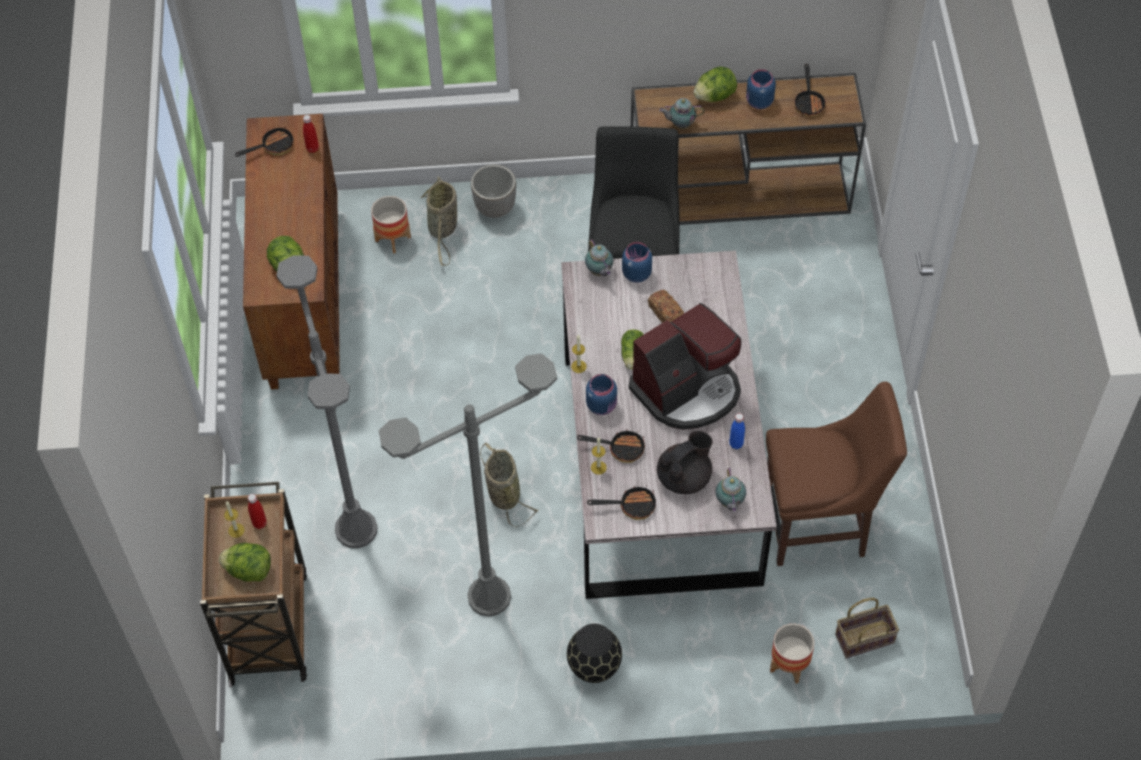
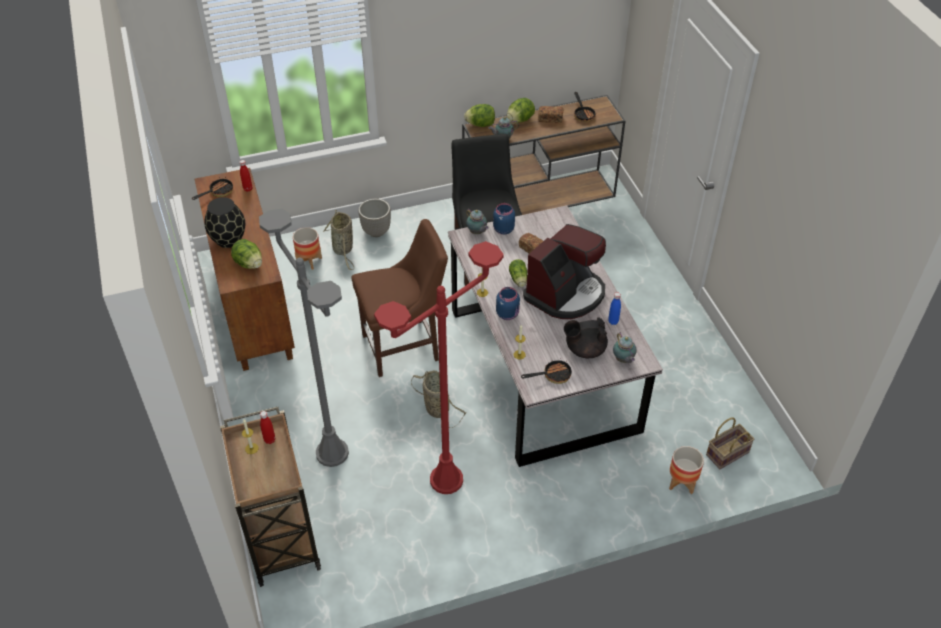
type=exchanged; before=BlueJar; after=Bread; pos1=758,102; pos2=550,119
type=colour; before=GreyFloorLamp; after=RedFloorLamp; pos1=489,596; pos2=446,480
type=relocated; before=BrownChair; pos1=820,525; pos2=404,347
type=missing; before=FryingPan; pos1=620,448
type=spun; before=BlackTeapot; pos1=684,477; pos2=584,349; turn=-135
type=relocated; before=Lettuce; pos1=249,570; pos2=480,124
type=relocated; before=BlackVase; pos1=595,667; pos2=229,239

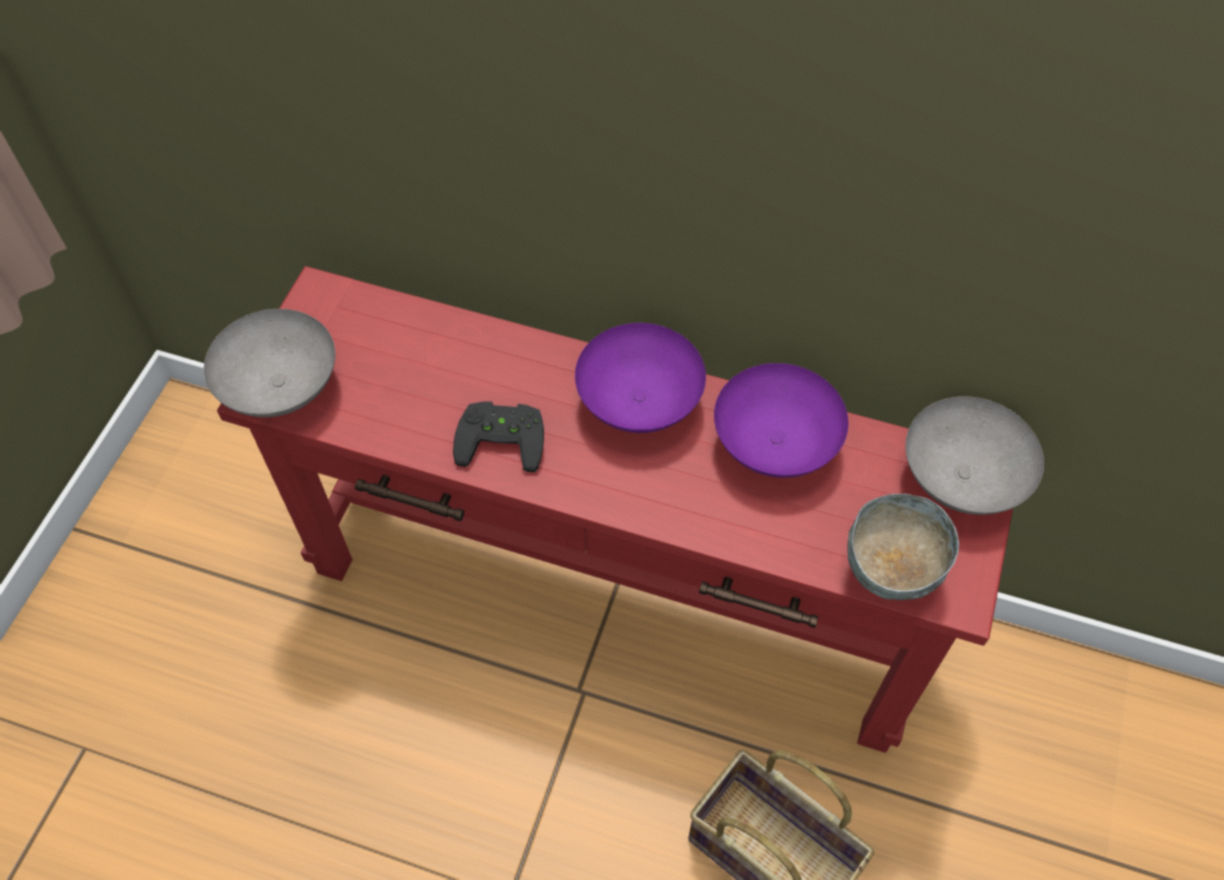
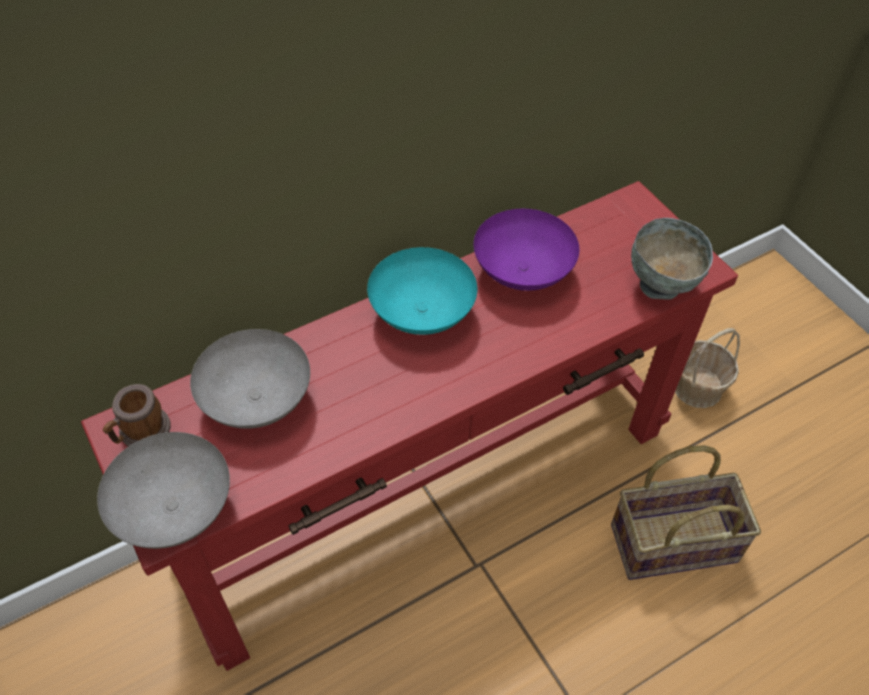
type=colour; before=PurpleBowl; after=TurquoiseBowl; pos1=637,403; pos2=421,315
type=relocated; before=GreyBowl; pos1=960,480; pos2=256,402
type=missing; before=BlackGameController; pos1=503,436
type=appeared; after=Basket; pos2=697,387
type=appeared; after=Mug; pos2=140,433

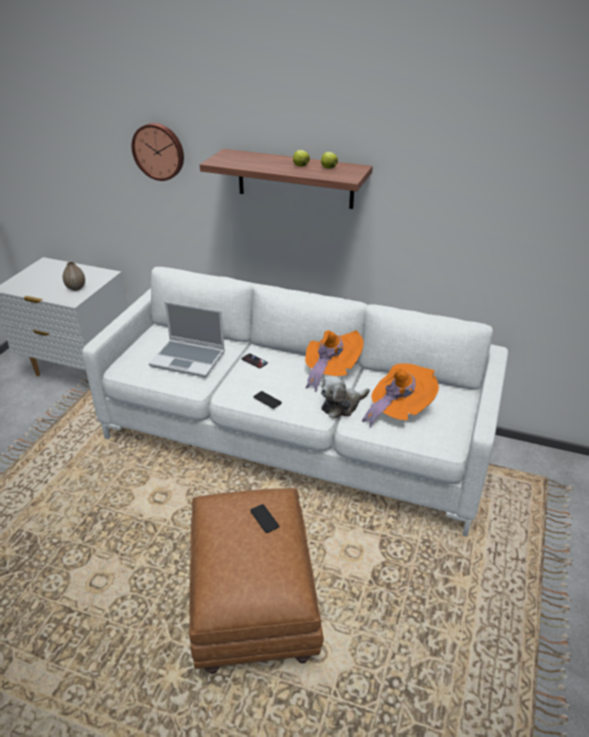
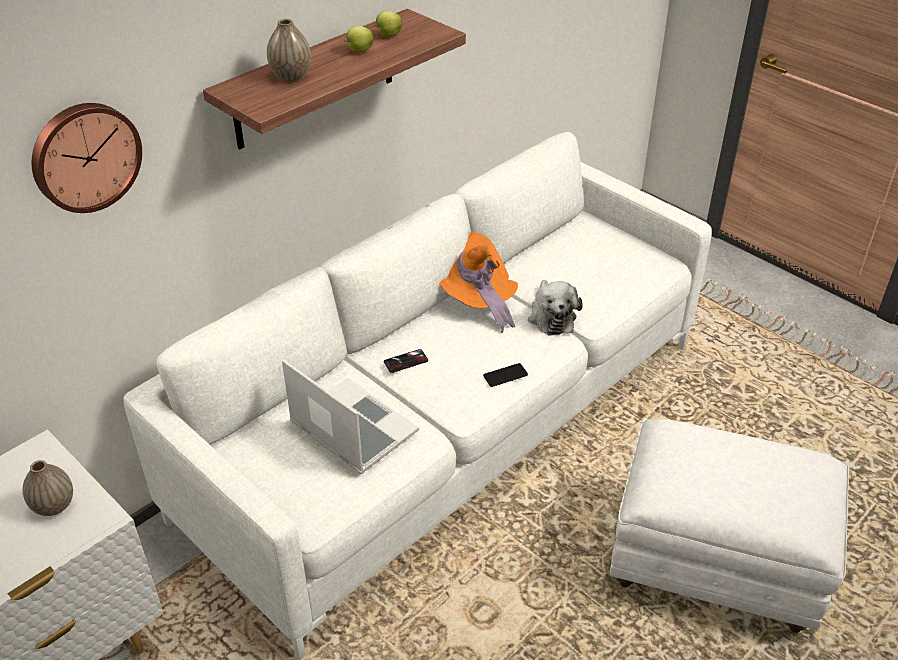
type=spun; before=Laptop; pos1=189,359; pos2=351,428; turn=-90
type=missing; before=OrangeHat; pos1=398,410
type=colour; before=BrownOttoman; after=WhiteOttoman; pos1=254,607; pos2=717,561
type=missing; before=Phone; pos1=264,519
type=appeared; after=Vase; pos2=291,76

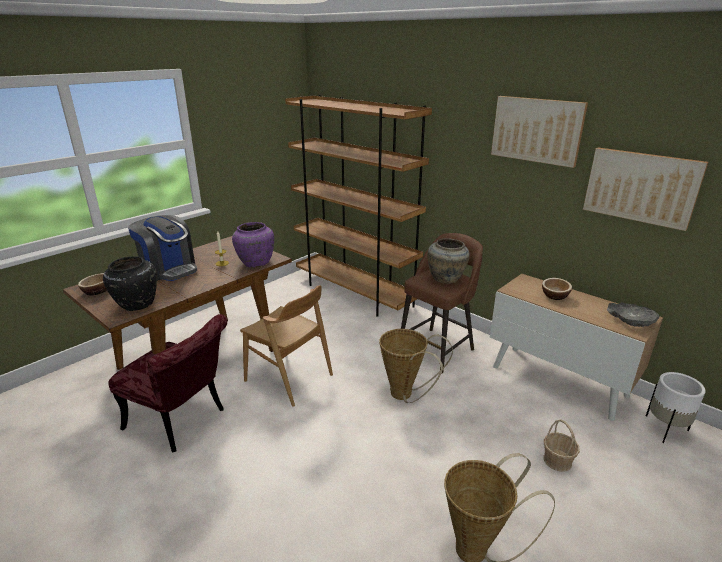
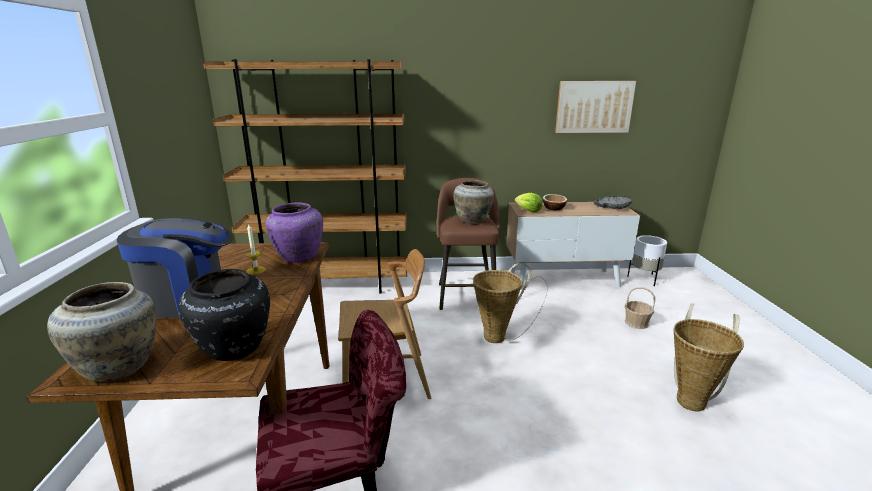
type=missing; before=Picture; pos1=536,130
type=exchanged; before=Bowl; after=BeigeVase; pos1=97,291; pos2=120,366
type=appeared; after=Lettuce; pos2=528,210

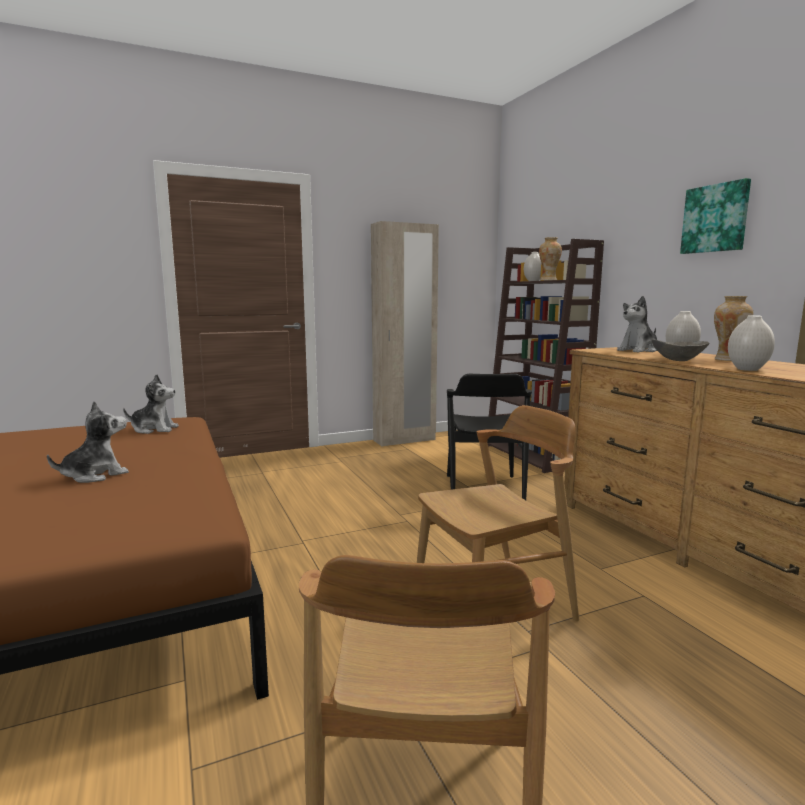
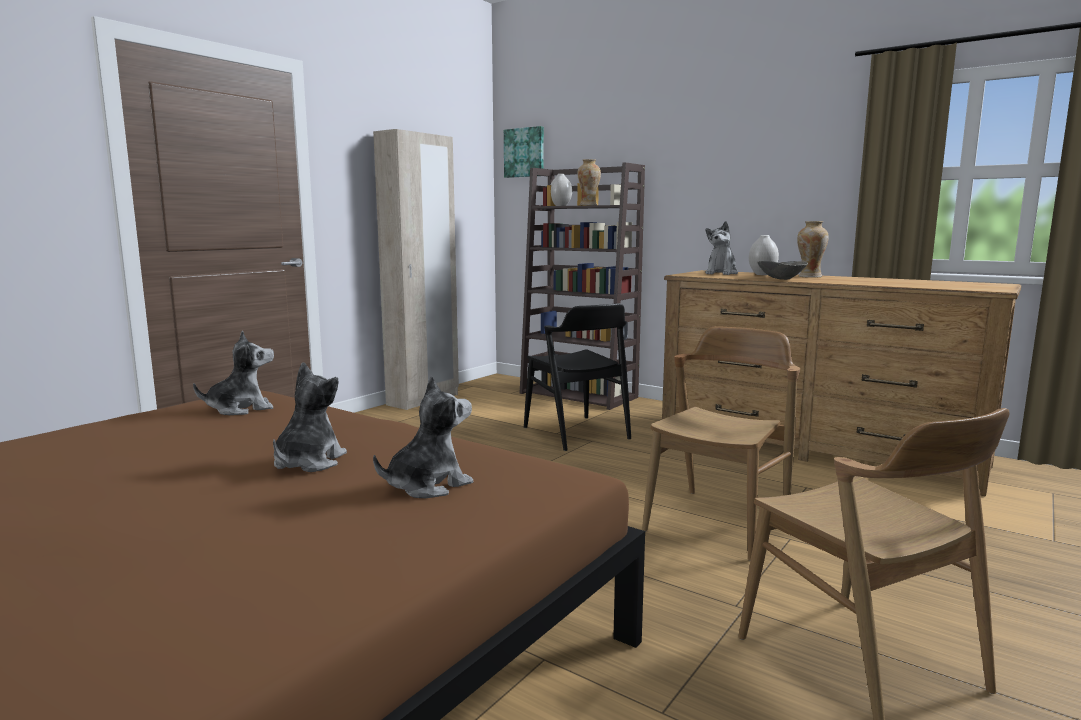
type=relocated; before=Picture; pos1=715,218; pos2=525,152
type=missing; before=WhiteVase; pos1=747,369
type=appeared; after=PlushToy; pos2=427,485

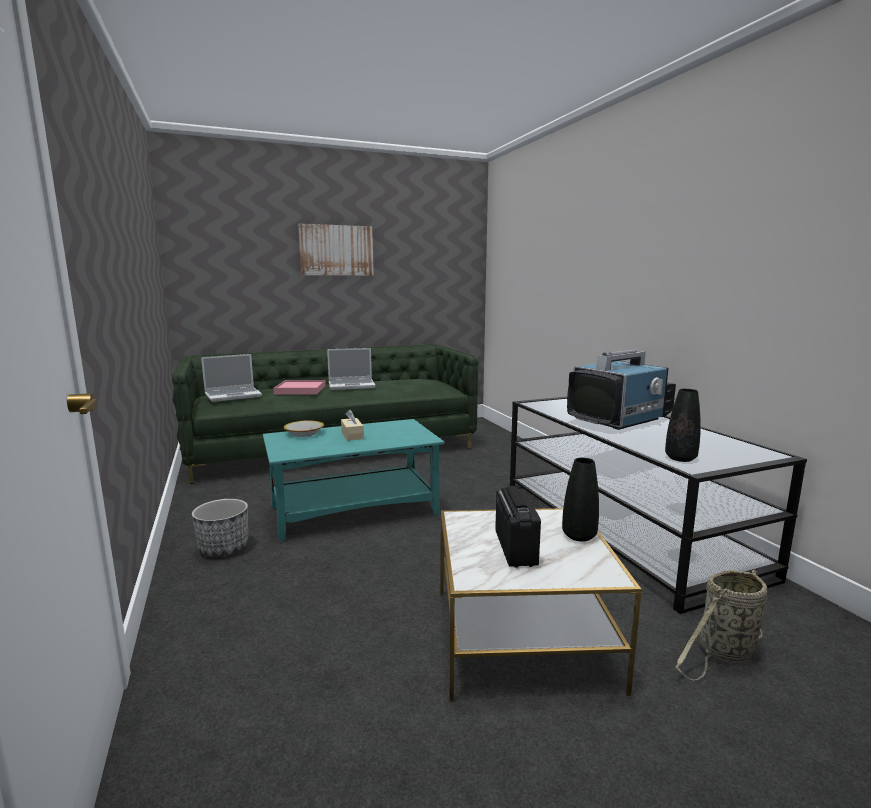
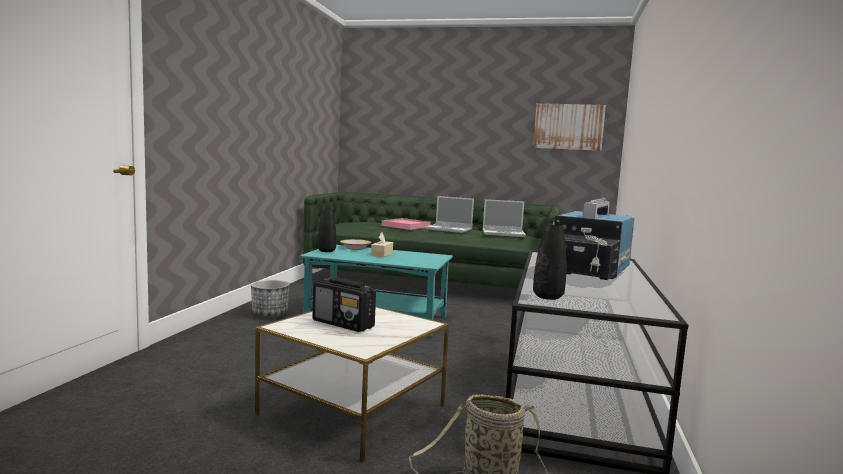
type=relocated; before=Picture; pos1=336,250; pos2=568,127
type=spun; before=Television; pos1=620,420; pos2=588,273; turn=120
type=relocated; before=Laptop; pos1=234,395; pos2=503,233
type=relocated; before=BlackVase; pos1=579,536; pos2=326,251
type=spun; before=Radio; pos1=515,547; pos2=343,324; turn=90

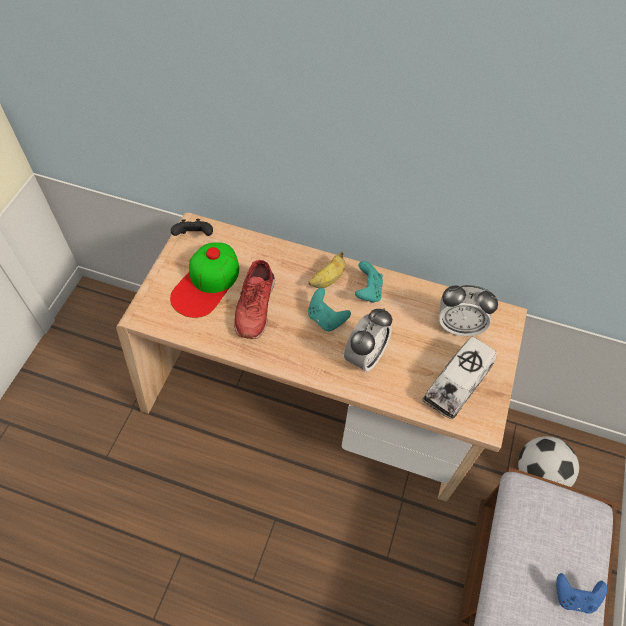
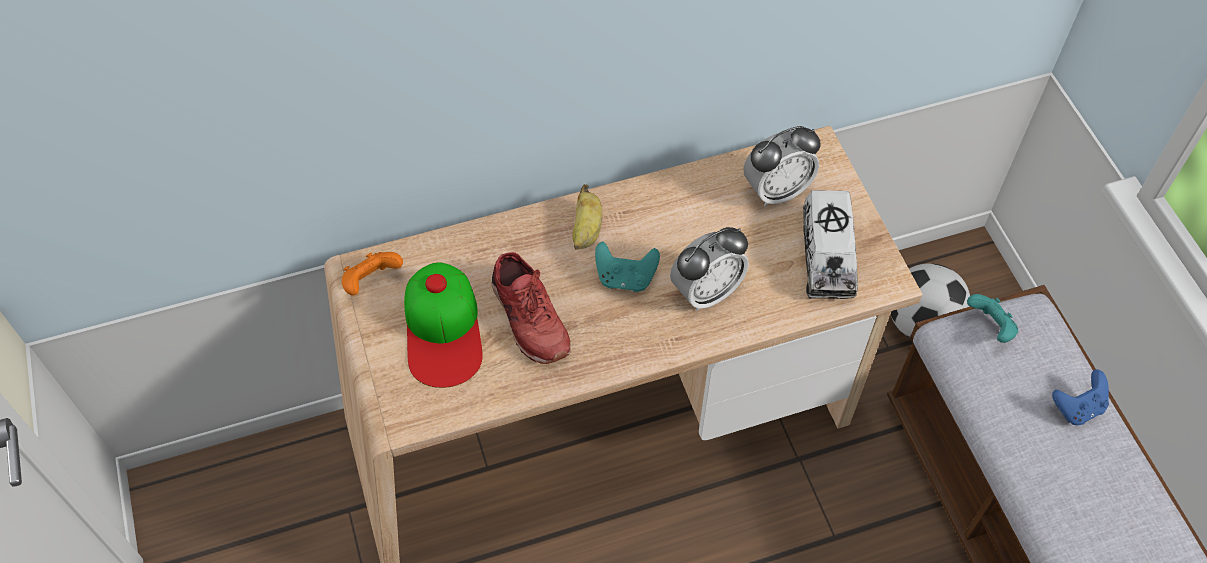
type=colour; before=BlackGameController; after=OrangeGameController; pos1=194,236; pos2=372,282
type=relocated; before=TurquoiseGameController; pos1=368,291; pos2=990,327
type=spun; before=AlarmClock; pos1=365,356; pos2=706,292; turn=60

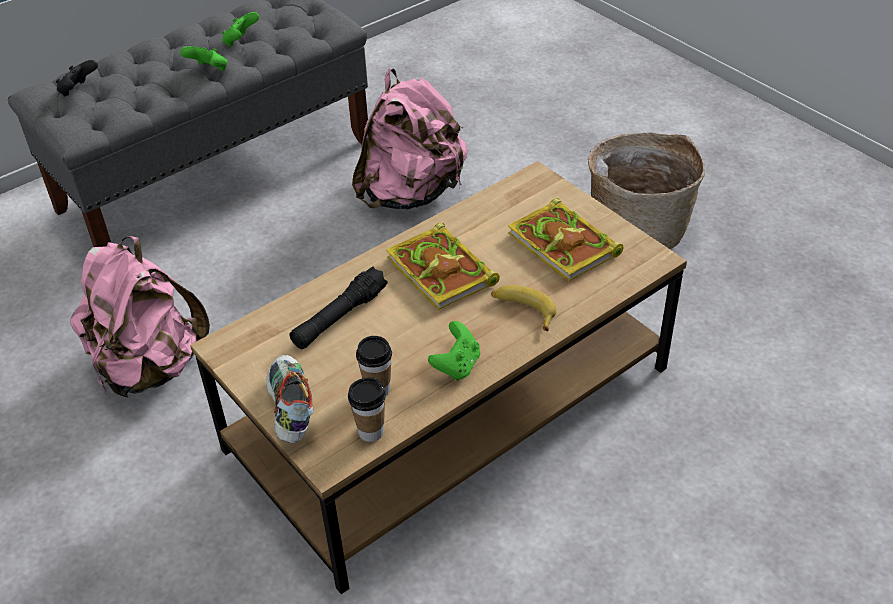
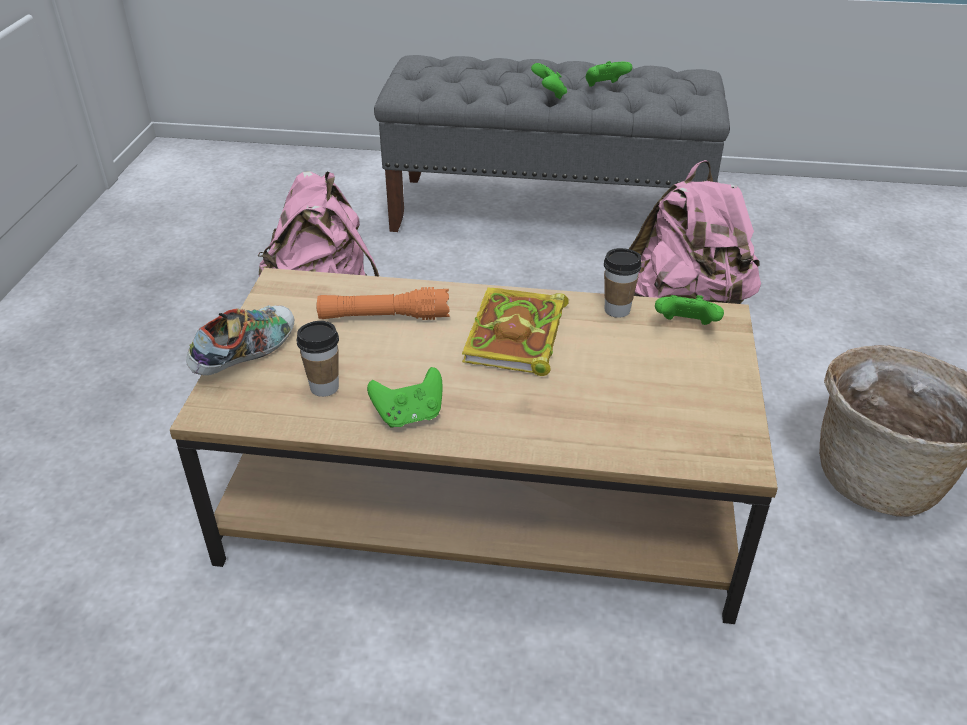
type=missing; before=BlackGameController; pos1=79,91
type=missing; before=Book; pos1=565,245
type=colour; before=BlackFlashlight; after=OrangeFlashlight; pos1=339,317; pos2=384,317
type=missing; before=Banana; pos1=523,310
type=relocated; before=Cup; pos1=371,432; pos2=617,310
type=appeared; after=GreenGameController; pos2=685,326

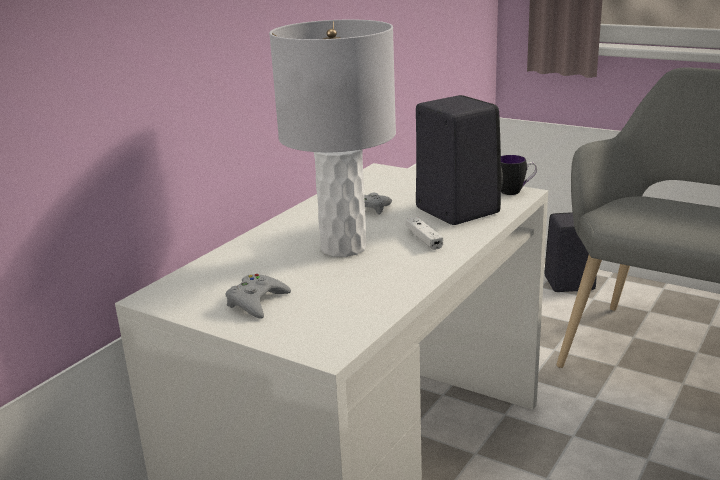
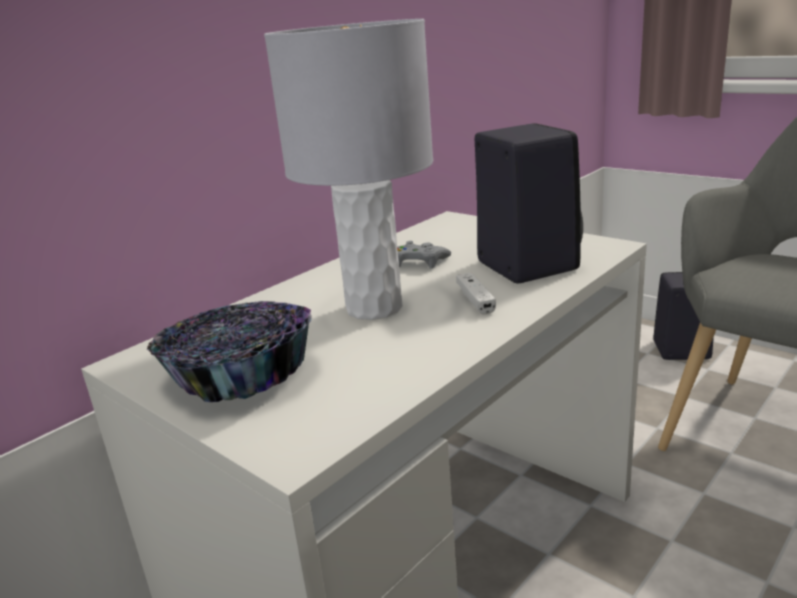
type=missing; before=Mug; pos1=515,191
type=exchanged; before=GreyGameController; after=Bowl; pos1=257,302; pos2=240,375

